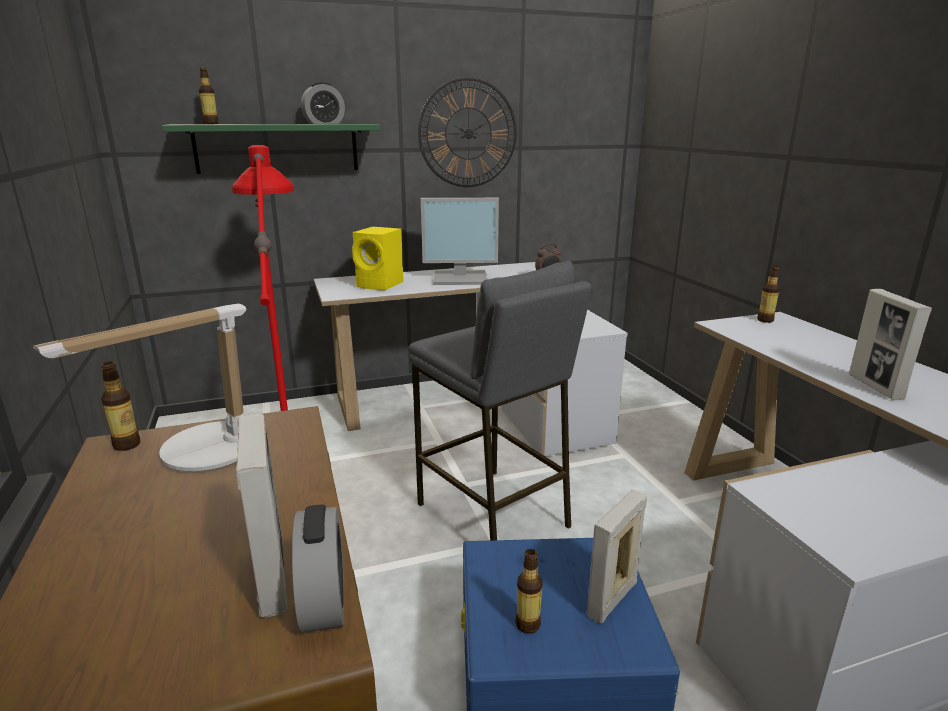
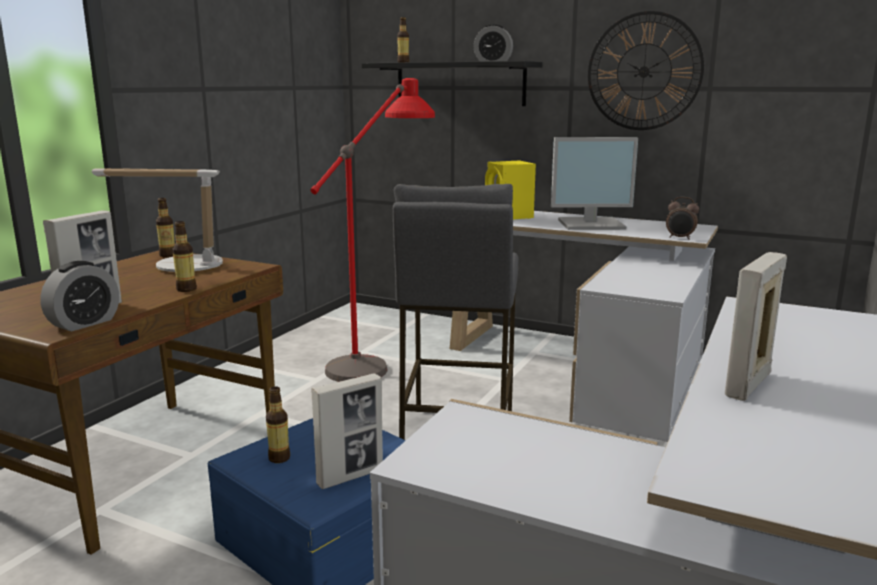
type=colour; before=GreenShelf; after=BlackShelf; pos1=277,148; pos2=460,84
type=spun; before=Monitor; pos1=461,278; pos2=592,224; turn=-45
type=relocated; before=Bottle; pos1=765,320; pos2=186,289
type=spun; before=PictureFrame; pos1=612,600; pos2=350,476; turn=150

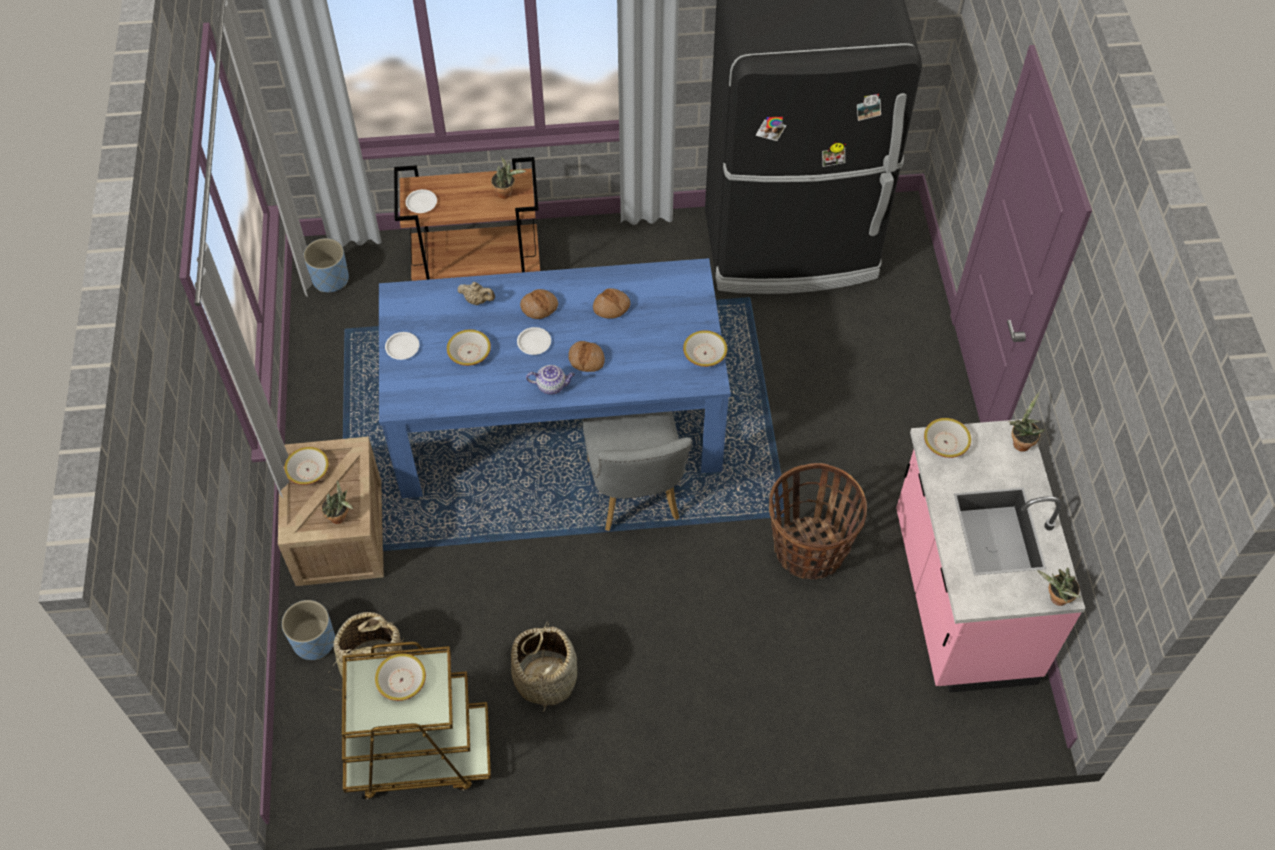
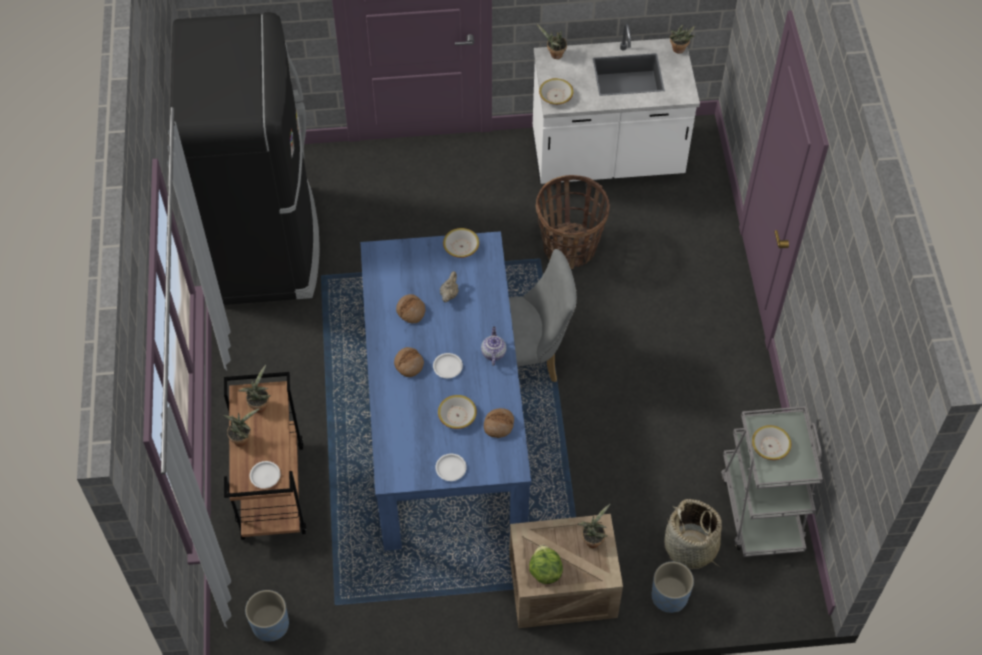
type=relocated; before=BeigeTeapot; pos1=477,300; pos2=449,294
type=relocated; before=Bread; pos1=586,359; pos2=498,425
type=colour; before=PinkCounter; after=WhiteCounter; pos1=960,598; pos2=607,159
type=exchanged; before=Bowl; after=Lettuce; pos1=307,470; pos2=545,571
type=missing; before=Basket; pos1=545,678
type=colour; before=BrownCart; after=GreyCart; pos1=418,754; pos2=761,508
type=appeared; after=PottedPlant; pos2=242,438

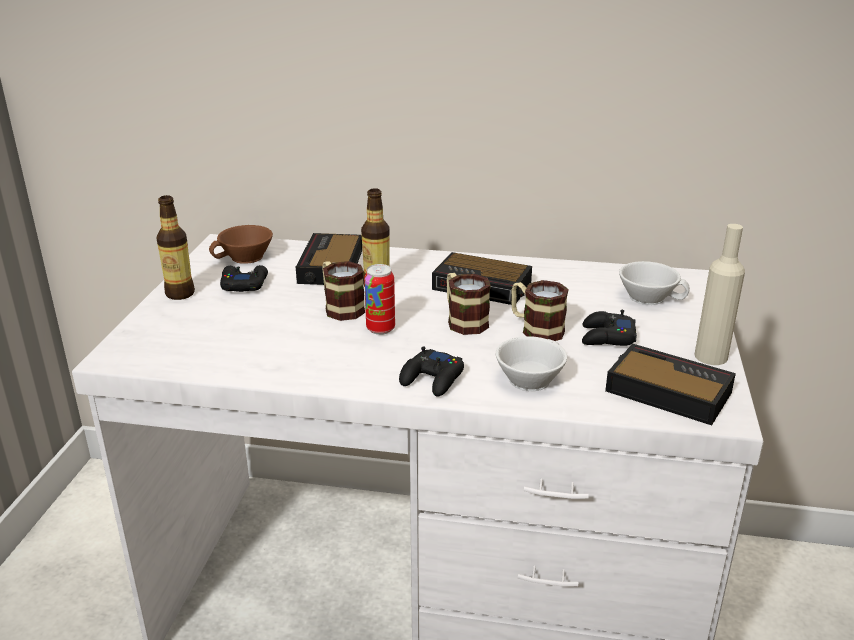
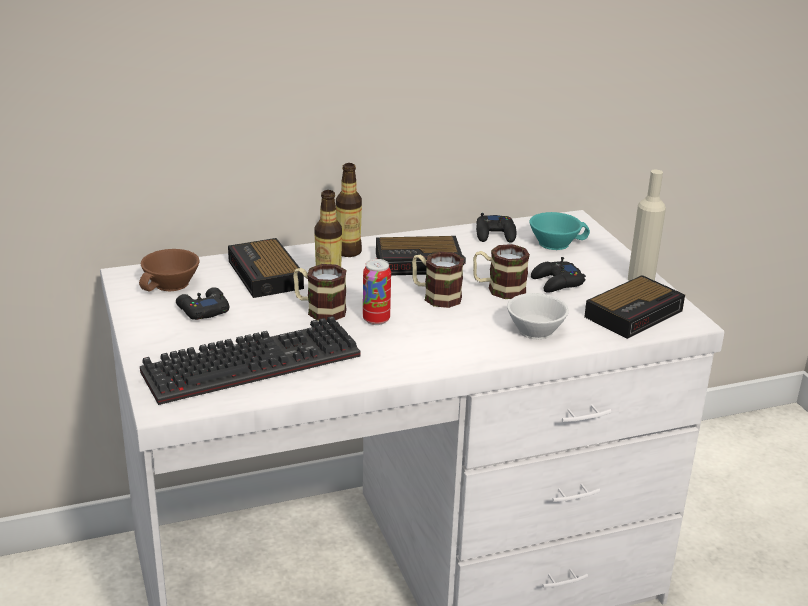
type=relocated; before=Bottle; pos1=180,294; pos2=348,252
type=colour; before=WhiteCup; after=TurquoiseCup; pos1=649,296; pos2=555,242
type=spun; before=AlarmClock; pos1=665,391; pos2=635,313; turn=135
type=relocated; before=BlackGameController; pos1=432,379; pos2=495,234
type=appeared; after=Keyboard; pos2=254,362

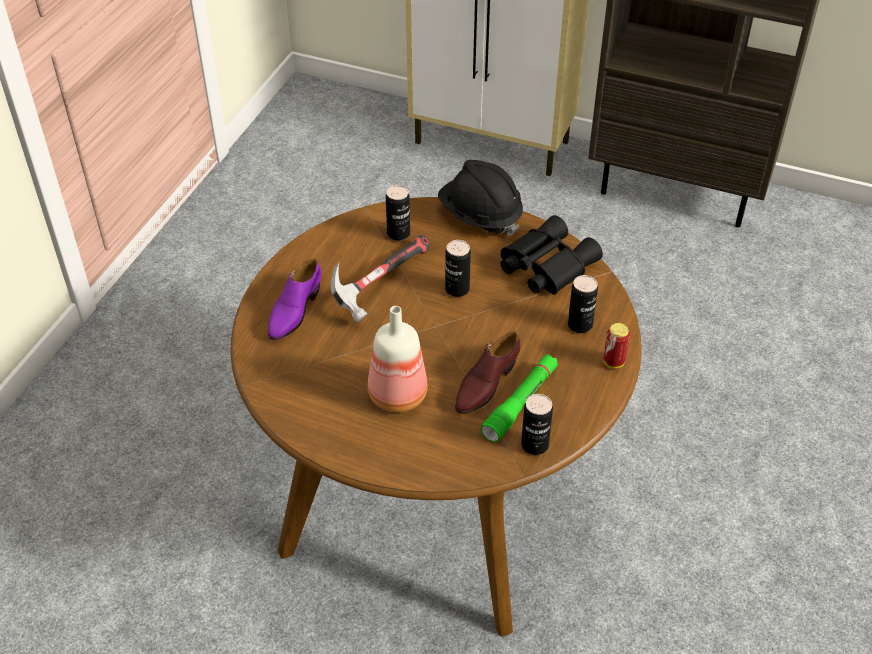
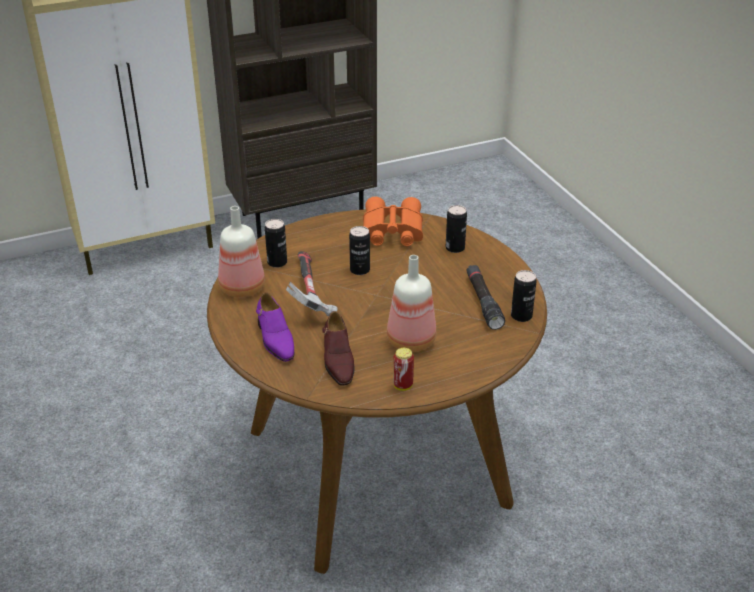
type=missing; before=BlackHardHat; pos1=480,216
type=colour; before=BlackBinoculars; after=OrangeBinoculars; pos1=544,265; pos2=391,231
type=relocated; before=Can; pos1=613,362; pos2=403,386
type=relocated; before=BrownShoe; pos1=485,383; pos2=337,360
type=colour; before=GreenFlashlight; after=BlackFlashlight; pos1=520,403; pos2=483,302
type=appeared; after=Bottle; pos2=241,288

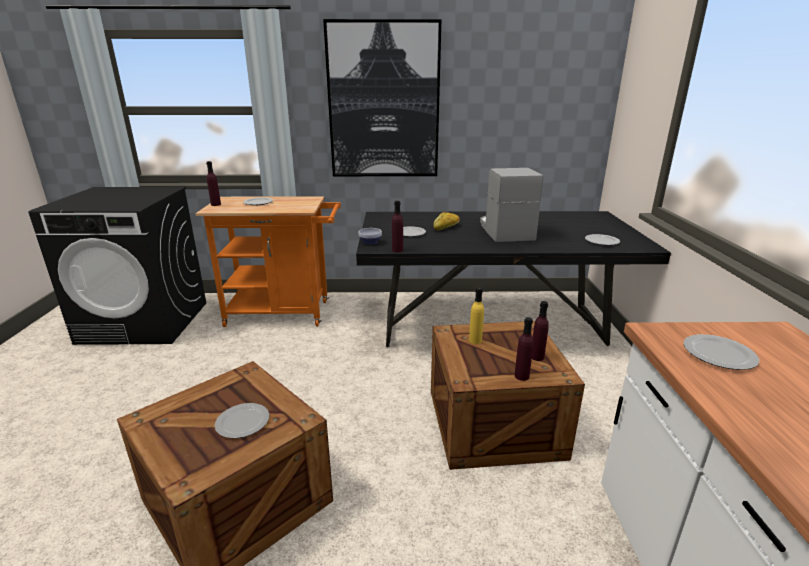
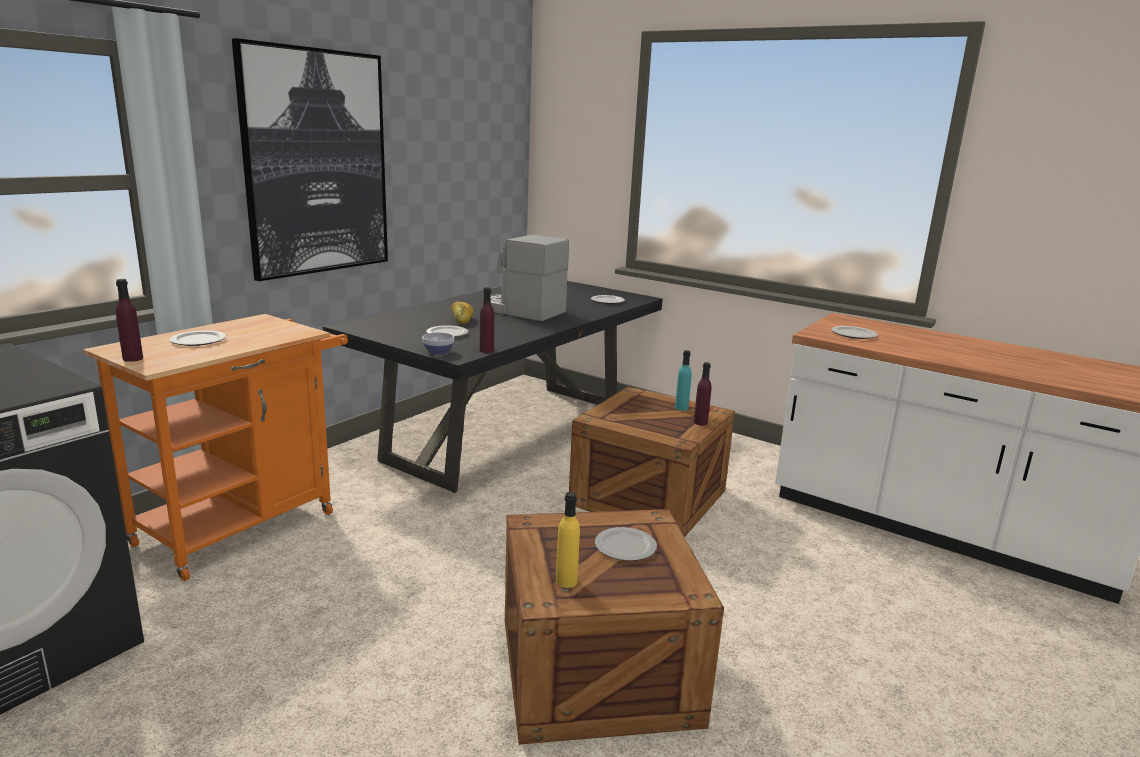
type=relocated; before=YellowBottle; pos1=475,340; pos2=566,581
type=colour; before=PurpleBottle; after=TurquoiseBottle; pos1=537,357; pos2=681,408

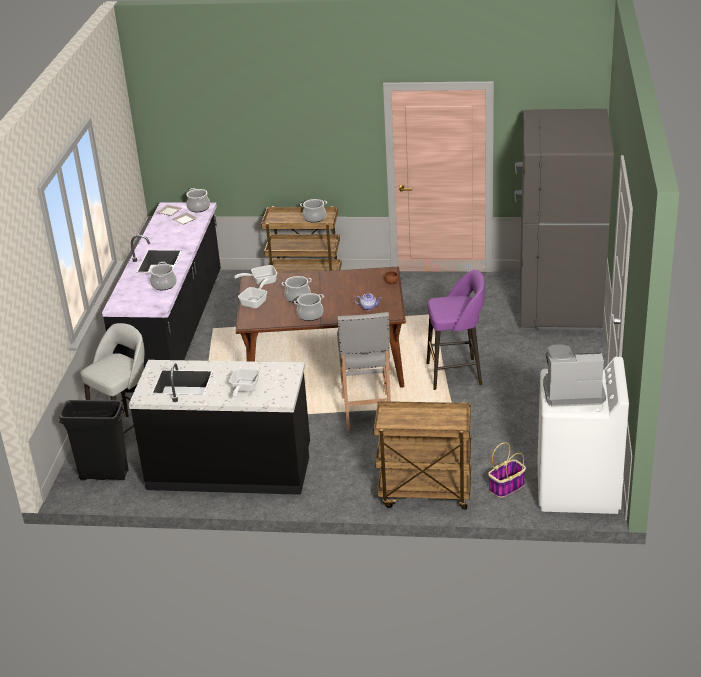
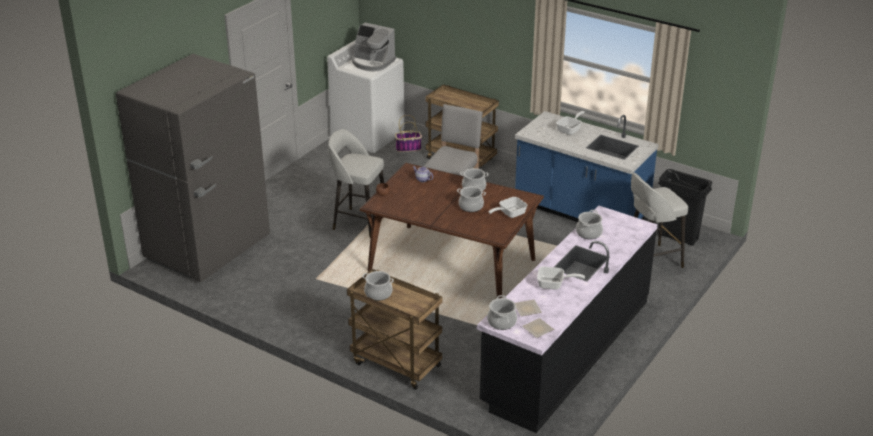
type=relocated; before=FryingPan; pos1=261,281; pos2=554,285
type=colour; before=PurpleStool; after=GreyStool; pos1=456,374; pos2=358,223
type=colour; before=BlackCounter; after=BlueCounter; pos1=230,468; pos2=580,212

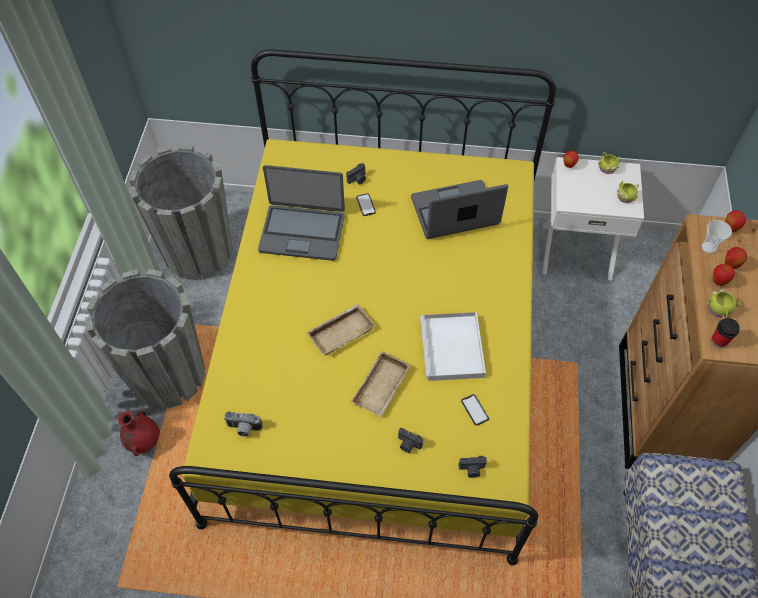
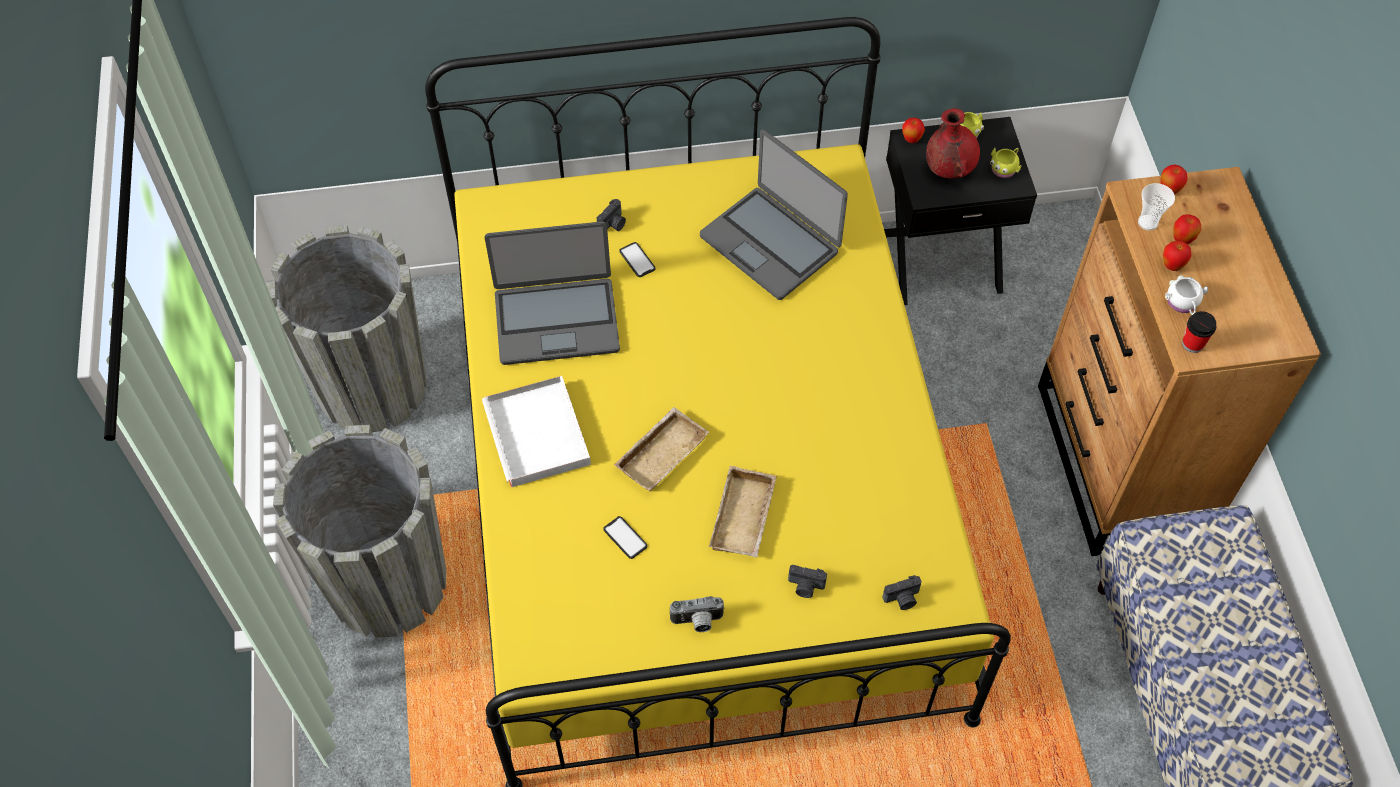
type=colour; before=WhiteNightstand; after=BlackNightstand; pos1=576,250; pos2=941,259
type=spun; before=Laptop; pos1=455,212; pos2=770,243; turn=-105
type=colour; before=YellowMug; after=WhiteMug; pos1=719,310; pos2=1182,304
type=relocated; before=WhiteTray; pos1=453,349; pos2=539,436
type=relocated; before=Phone; pos1=474,410; pos2=625,538
type=relocated; before=RedVase; pos1=144,440; pos2=948,168
type=relocated; before=PhotoCamera; pos1=243,429; pos2=697,622

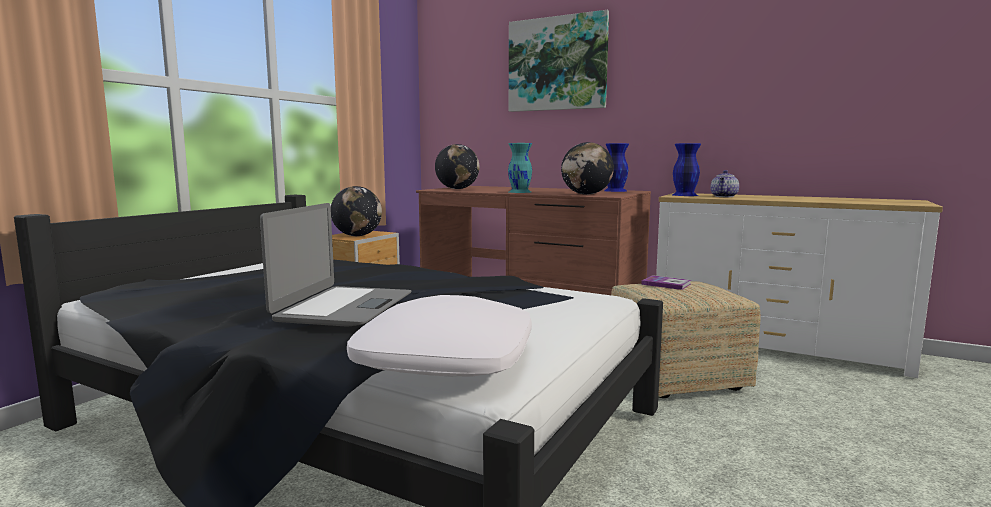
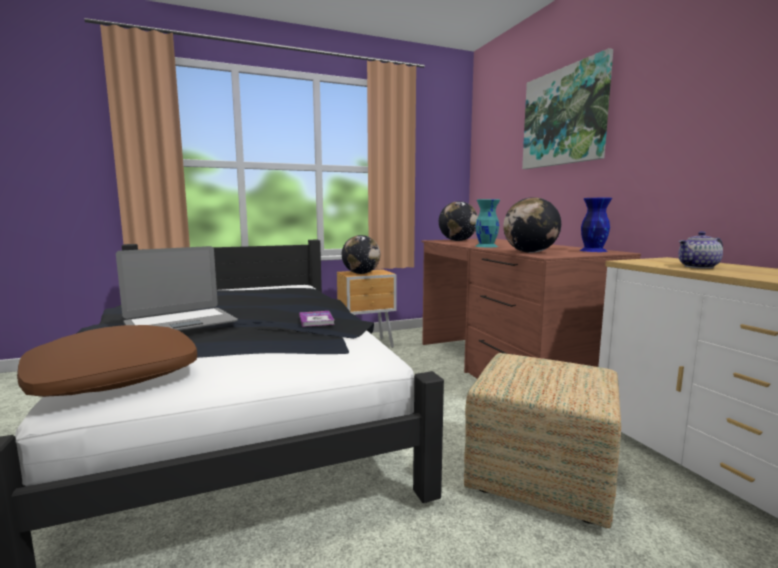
type=missing; before=BlueVase; pos1=684,195
type=relocated; before=Book; pos1=666,284; pos2=316,320
type=colour; before=WhitePillow; after=BrownPillow; pos1=445,358; pos2=115,376

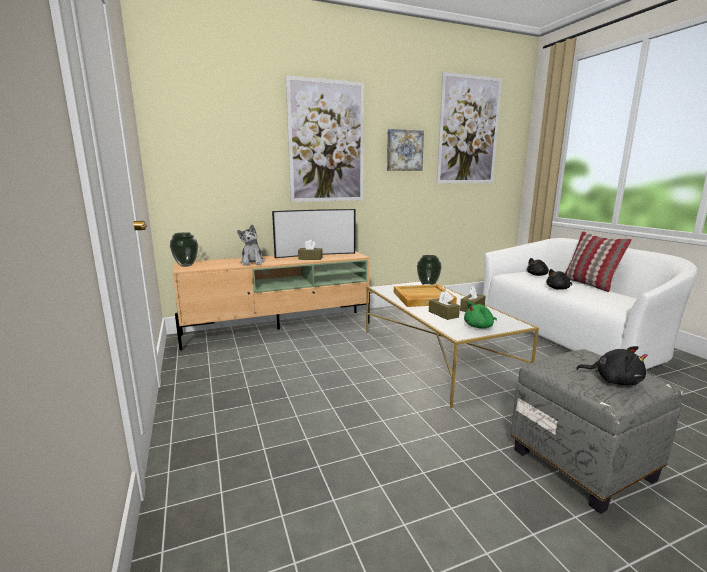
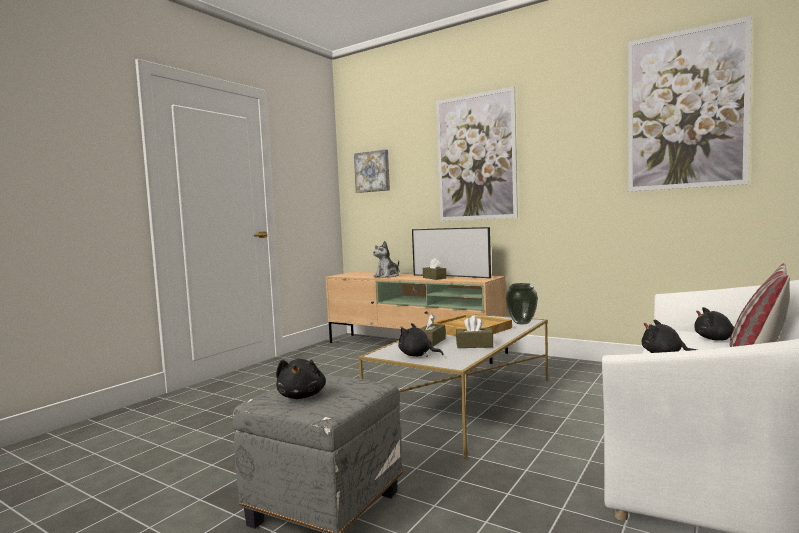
type=relocated; before=Picture; pos1=404,150; pos2=373,171
type=missing; before=Vase; pos1=186,265
type=colour; before=GreenPlushToy; after=BlackPlushToy; pos1=479,327; pos2=417,355

